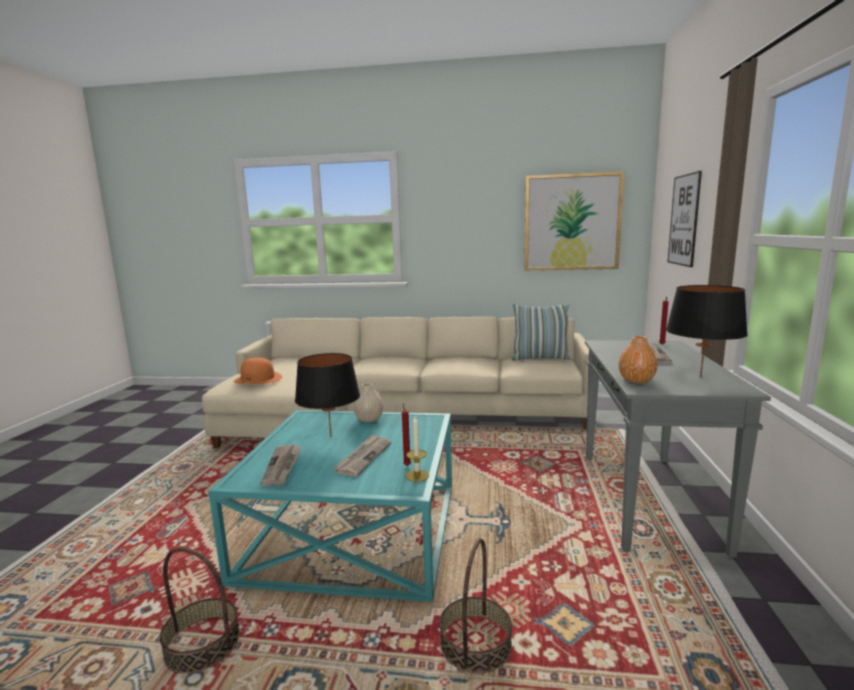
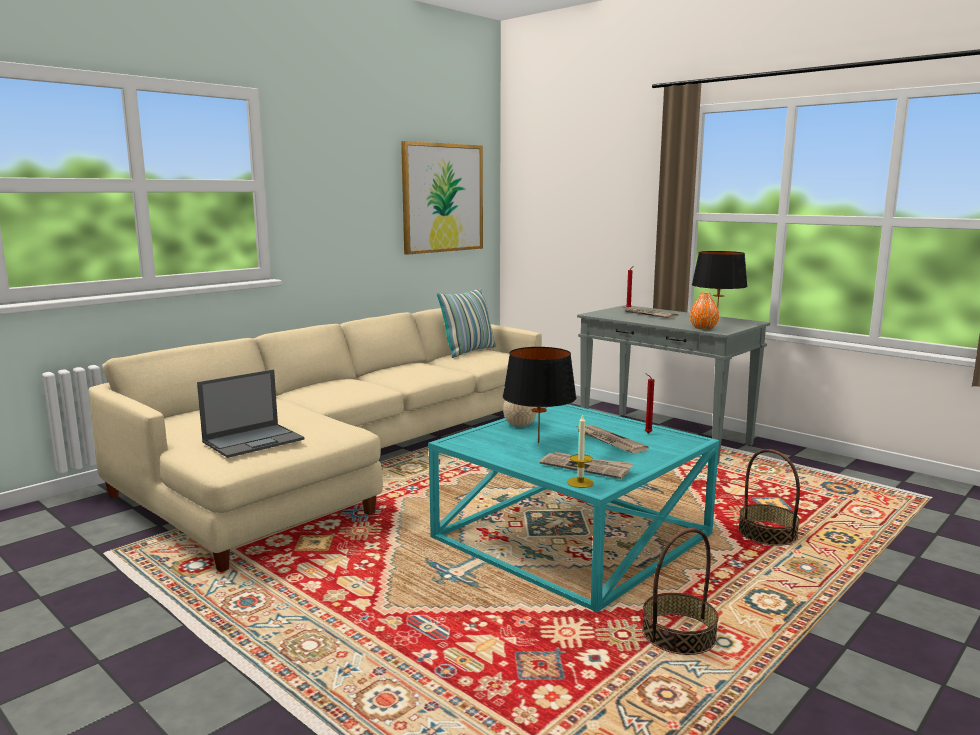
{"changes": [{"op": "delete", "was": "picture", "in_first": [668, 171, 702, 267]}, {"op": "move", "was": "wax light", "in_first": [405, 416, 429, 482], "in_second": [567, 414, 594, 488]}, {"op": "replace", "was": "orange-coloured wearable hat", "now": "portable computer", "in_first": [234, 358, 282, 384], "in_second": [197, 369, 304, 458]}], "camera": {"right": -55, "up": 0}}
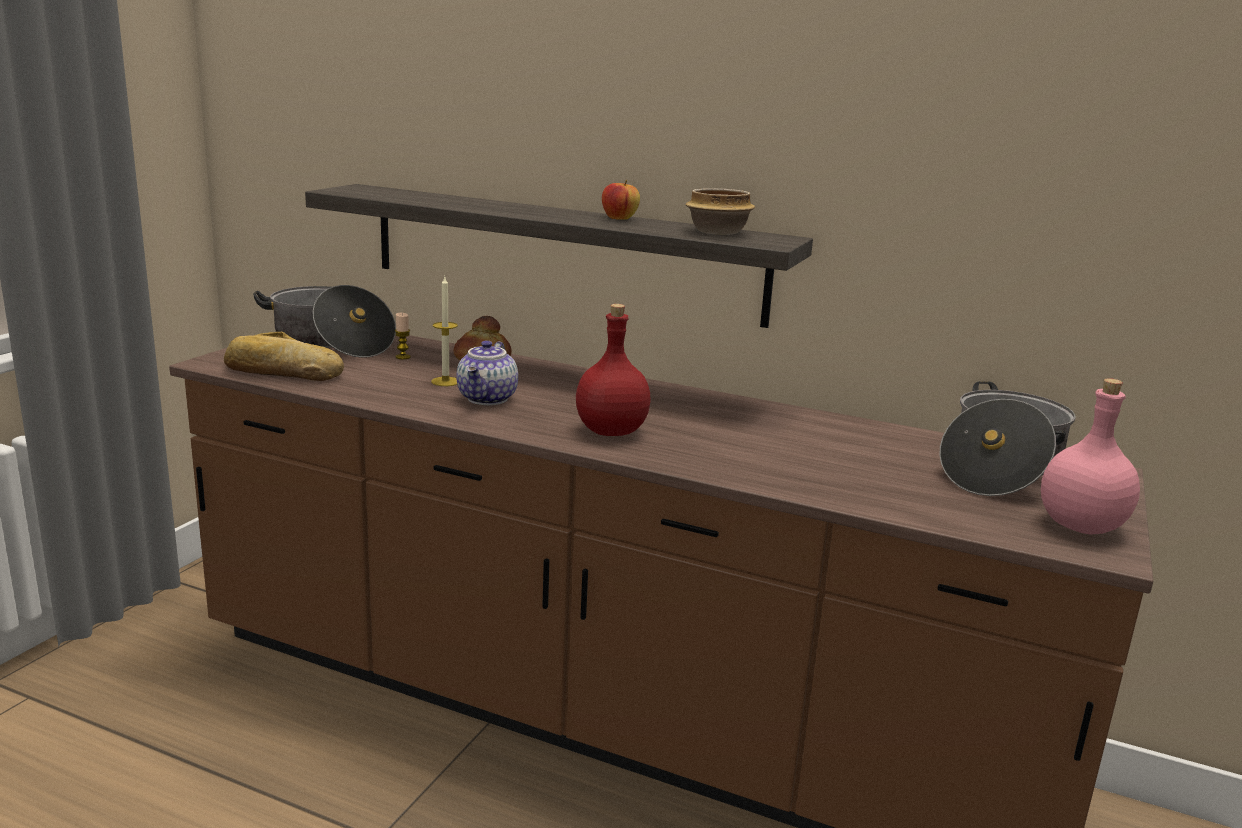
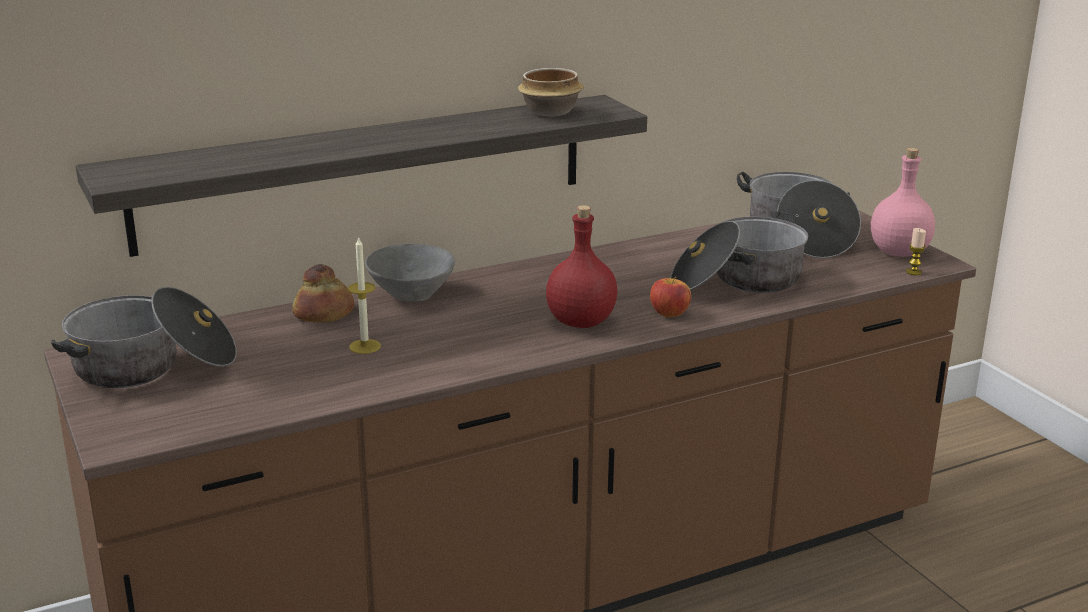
{"changes": [{"op": "delete", "was": "bread", "in_first": [224, 332, 344, 381]}, {"op": "delete", "was": "teapot", "in_first": [456, 340, 518, 405]}, {"op": "insert", "now": "gray bowl", "in_second": [365, 244, 455, 302]}, {"op": "insert", "now": "cooking pot", "in_second": [670, 211, 808, 293]}, {"op": "move", "was": "wax light", "in_first": [395, 313, 411, 359], "in_second": [906, 228, 926, 275]}, {"op": "move", "was": "apple fruit", "in_first": [602, 180, 640, 220], "in_second": [650, 276, 691, 317]}], "camera": {"right": -50, "up": 5}}
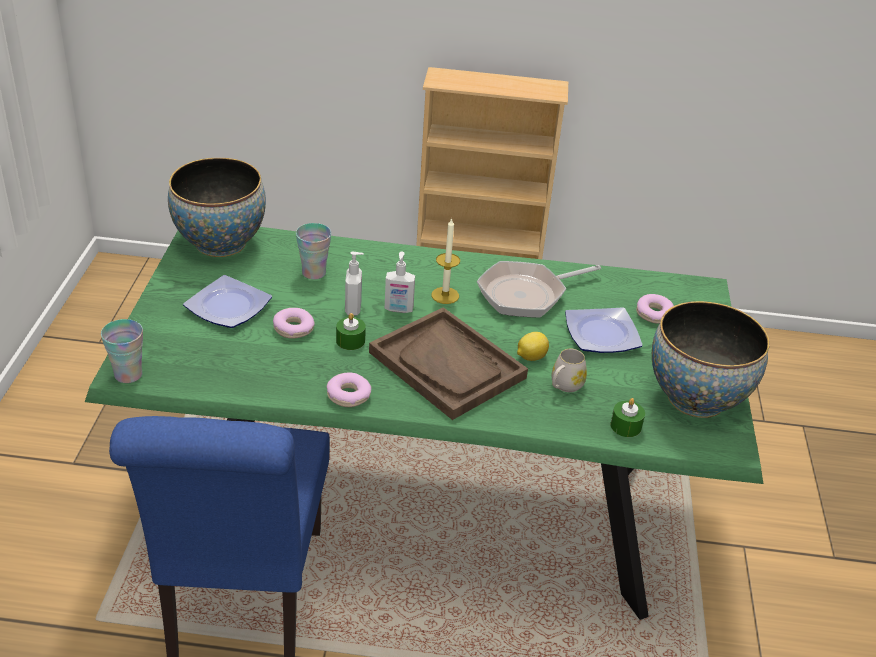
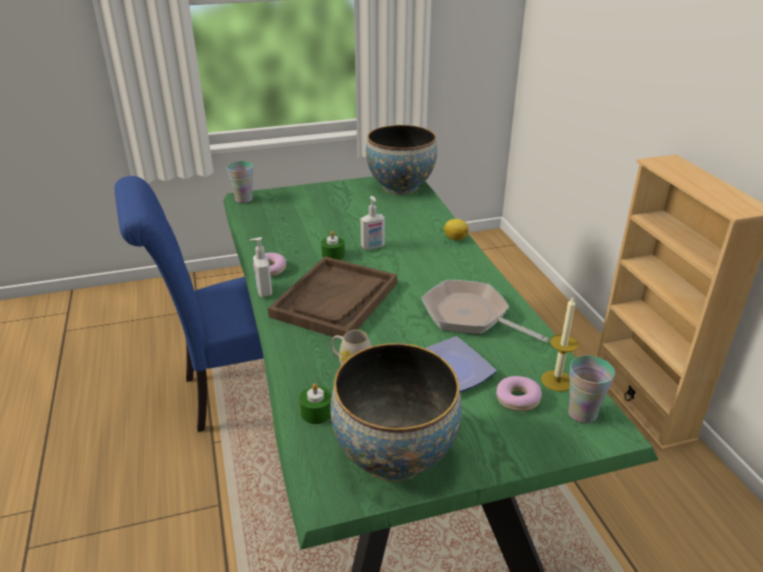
{"changes": [{"op": "delete", "was": "flat dish", "in_first": [183, 275, 272, 328]}, {"op": "delete", "was": "doughnut", "in_first": [273, 308, 315, 339]}, {"op": "move", "was": "small cup", "in_first": [296, 223, 331, 280], "in_second": [568, 355, 615, 423]}, {"op": "move", "was": "soap bottle", "in_first": [384, 251, 415, 313], "in_second": [250, 237, 272, 297]}, {"op": "move", "was": "wax light", "in_first": [431, 218, 460, 304], "in_second": [541, 297, 578, 391]}, {"op": "move", "was": "lemon", "in_first": [517, 332, 549, 361], "in_second": [444, 219, 468, 240]}], "camera": {"right": 70, "up": -5}}
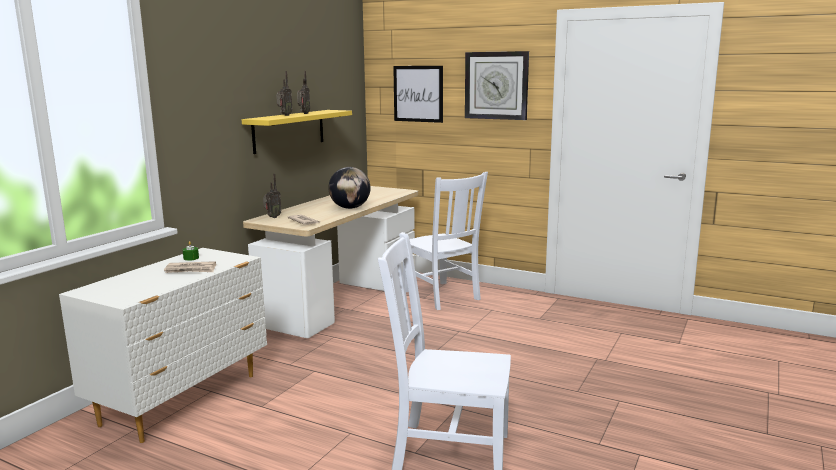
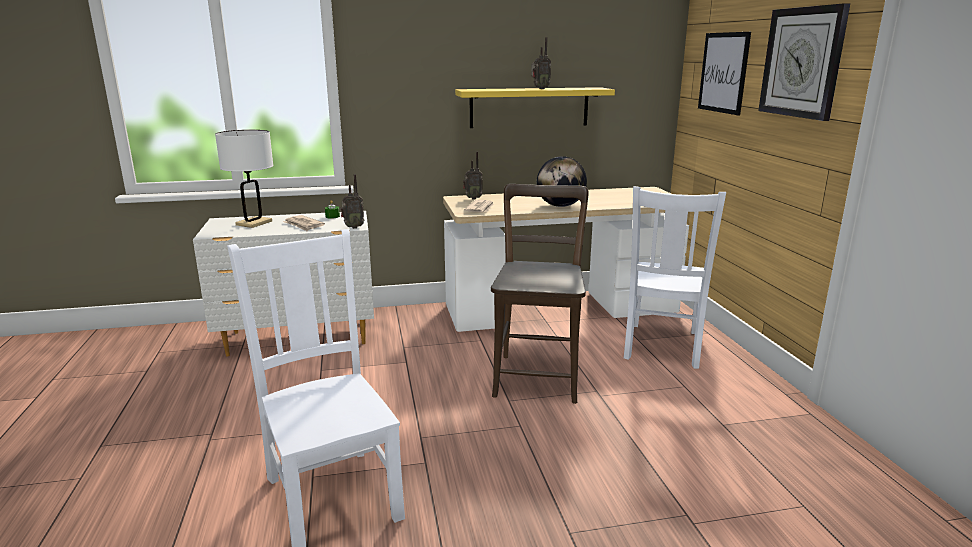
{"changes": [{"op": "insert", "now": "white-coloured lamp for a table", "in_second": [215, 130, 274, 228]}, {"op": "insert", "now": "brownish chair", "in_second": [491, 184, 589, 404]}, {"op": "move", "was": "radio", "in_first": [276, 71, 293, 116], "in_second": [341, 174, 364, 229]}], "camera": {"right": 50, "up": 5}}
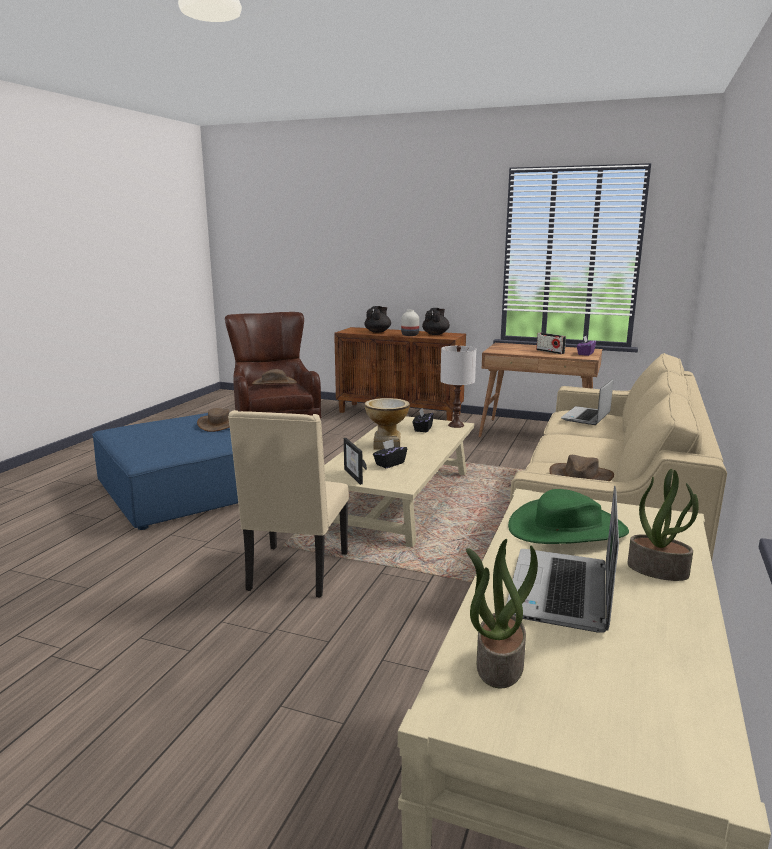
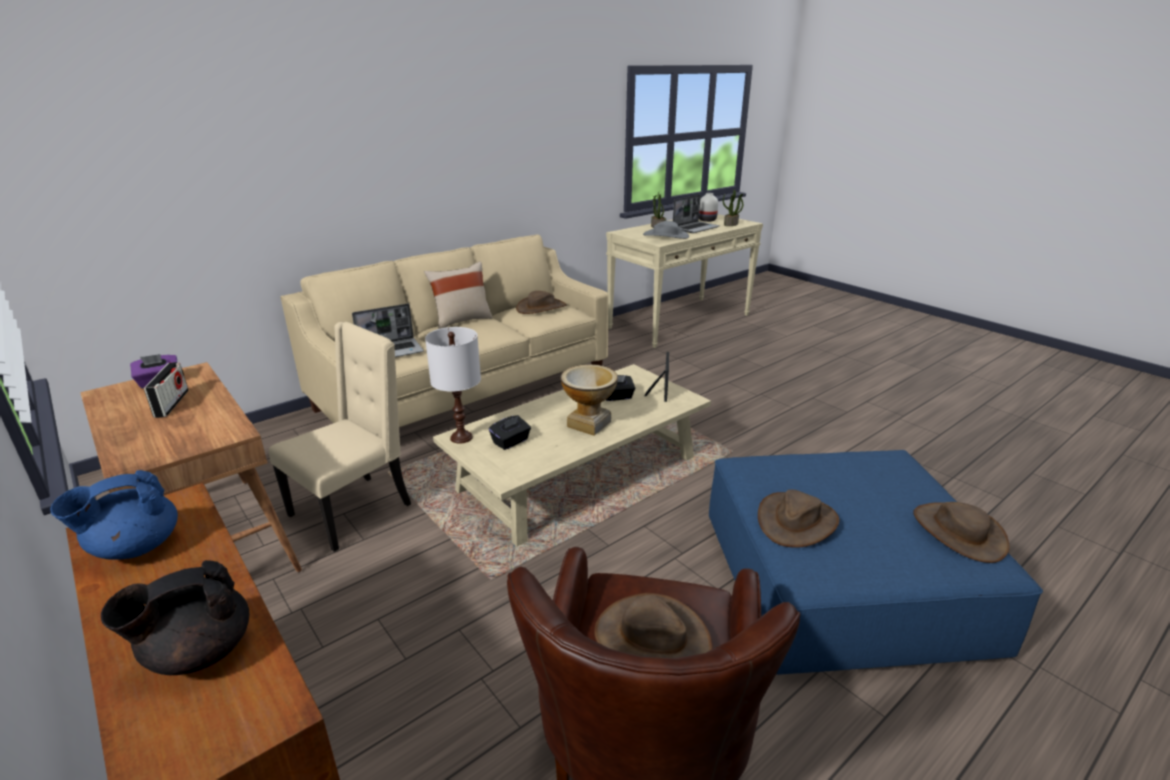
{"changes": [{"op": "insert", "now": "beige-coloured cushion", "in_second": [424, 261, 493, 329]}, {"op": "insert", "now": "brownish wearable hat", "in_second": [913, 502, 1010, 563]}, {"op": "move", "was": "beige-coloured chair", "in_first": [228, 410, 349, 598], "in_second": [269, 322, 411, 552]}, {"op": "move", "was": "white-coloured vase", "in_first": [401, 310, 419, 336], "in_second": [699, 193, 718, 222]}, {"op": "recolor", "was": "blackish teapot", "now": "blue teapot", "in_first": [422, 308, 450, 335], "in_second": [50, 470, 178, 560]}, {"op": "recolor", "was": "green-coloured wearable hat", "now": "gray wearable hat", "in_first": [508, 489, 629, 544], "in_second": [643, 221, 689, 239]}], "camera": {"right": -150, "up": 10}}
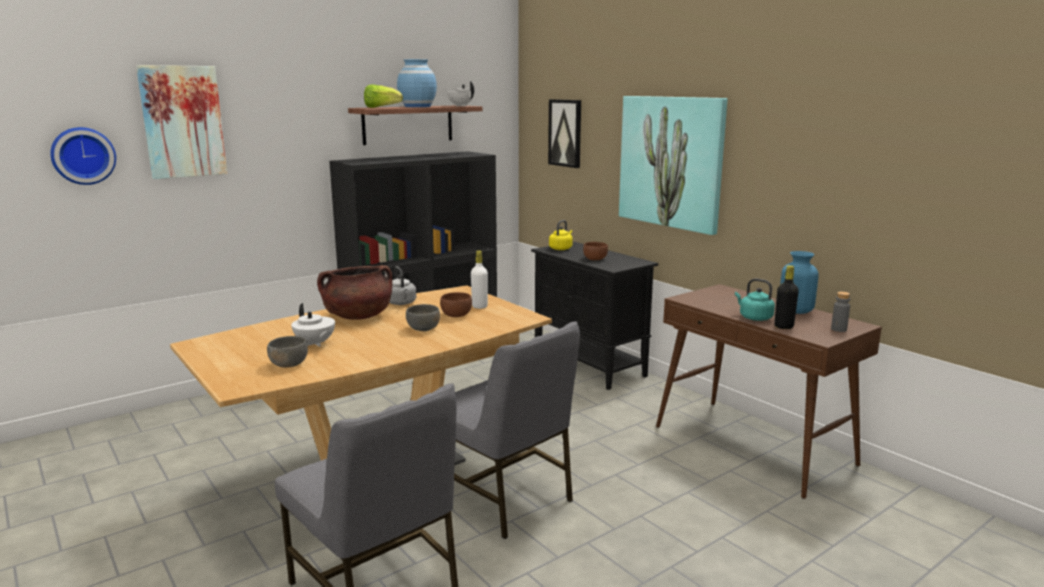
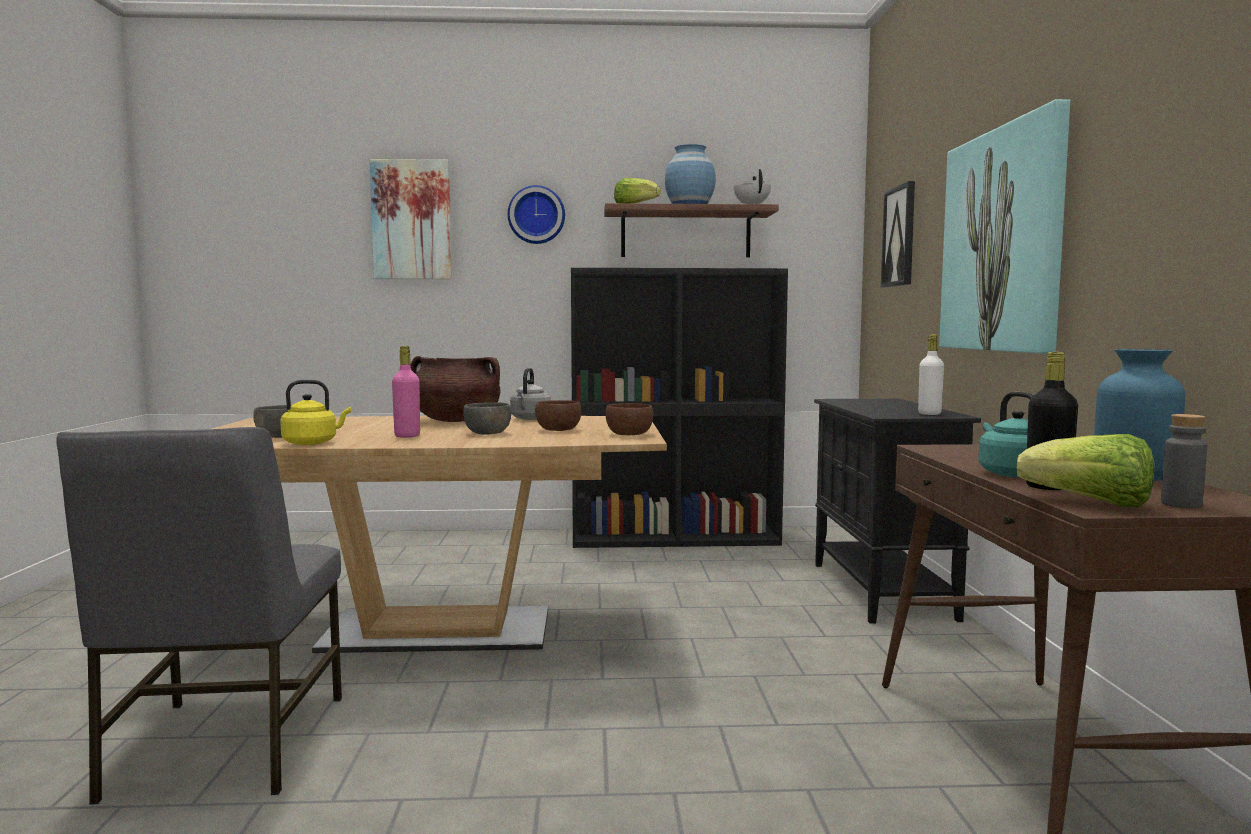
{"changes": [{"op": "delete", "was": "white-coloured teapot", "in_first": [291, 303, 335, 347]}, {"op": "delete", "was": "gray chair", "in_first": [454, 321, 580, 539]}, {"op": "insert", "now": "pink-coloured drink bottle", "in_second": [392, 346, 420, 438]}, {"op": "insert", "now": "lettuce head", "in_second": [1016, 434, 1154, 507]}, {"op": "move", "was": "clock on the wall", "in_first": [50, 127, 116, 185], "in_second": [508, 185, 565, 244]}, {"op": "move", "was": "white-coloured drink bottle", "in_first": [471, 250, 488, 309], "in_second": [918, 334, 944, 415]}, {"op": "move", "was": "yellow-coloured water kettle", "in_first": [549, 220, 572, 250], "in_second": [280, 380, 351, 445]}, {"op": "move", "was": "brownish bowl", "in_first": [583, 242, 608, 260], "in_second": [606, 403, 653, 435]}], "camera": {"right": 35, "up": -10}}
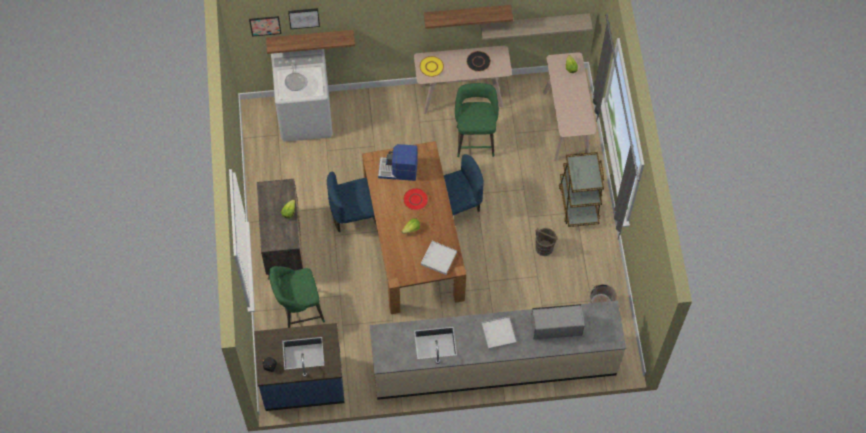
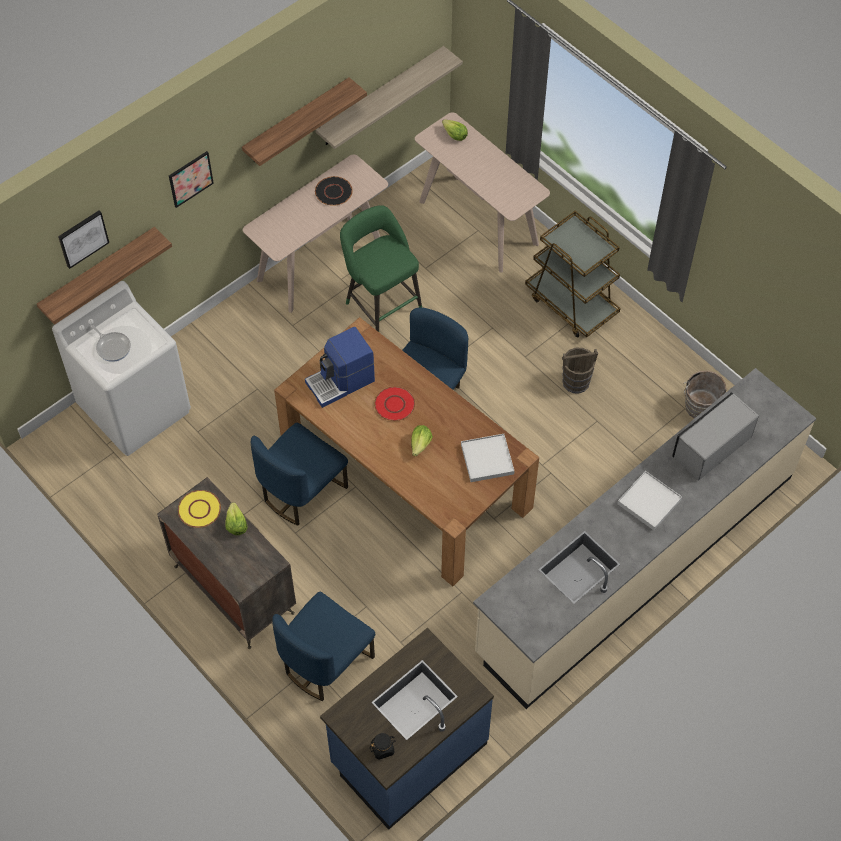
{"changes": [{"op": "move", "was": "picture", "in_first": [249, 16, 281, 37], "in_second": [169, 151, 214, 208]}, {"op": "move", "was": "yellow-coloured flat dish", "in_first": [420, 56, 444, 77], "in_second": [178, 490, 221, 528]}, {"op": "replace", "was": "green-coloured stool", "now": "blue chair", "in_first": [269, 266, 325, 328], "in_second": [272, 592, 375, 701]}], "camera": {"right": -35, "up": -5}}
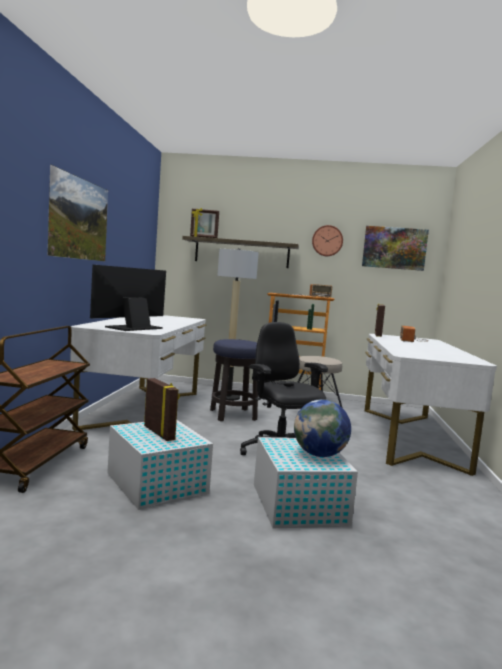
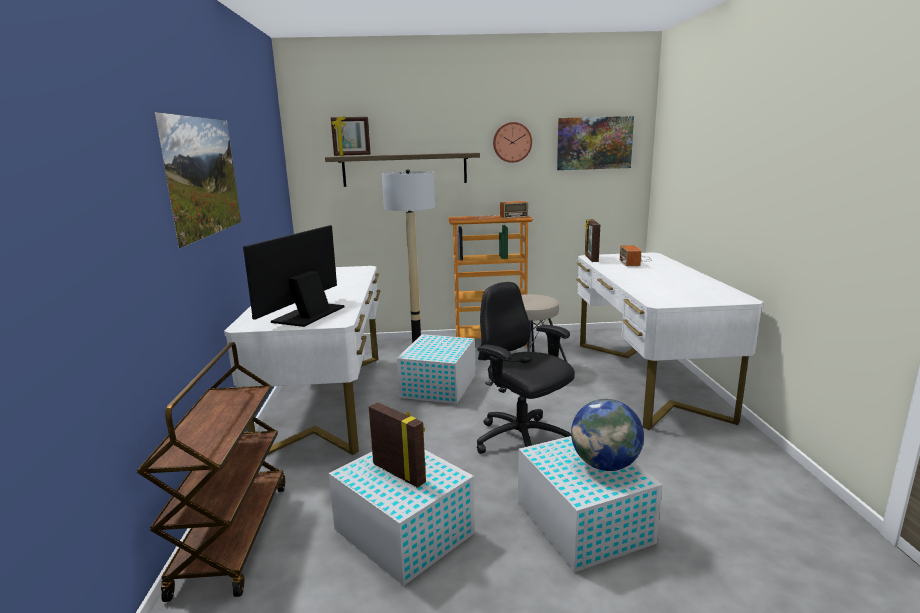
{"changes": [{"op": "replace", "was": "stool", "now": "white-coloured storage container", "in_first": [210, 339, 258, 421], "in_second": [397, 334, 476, 404]}], "camera": {"right": -10, "up": 10}}
